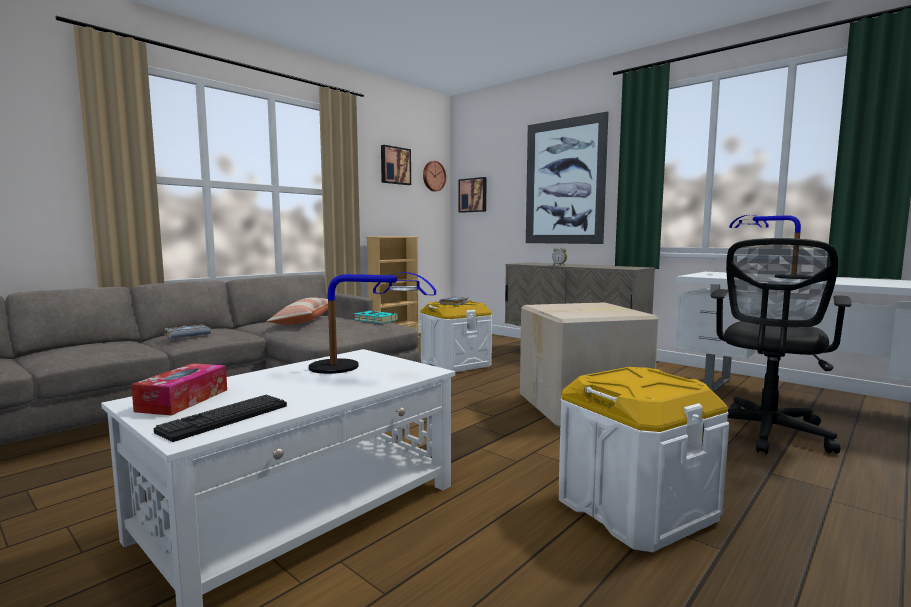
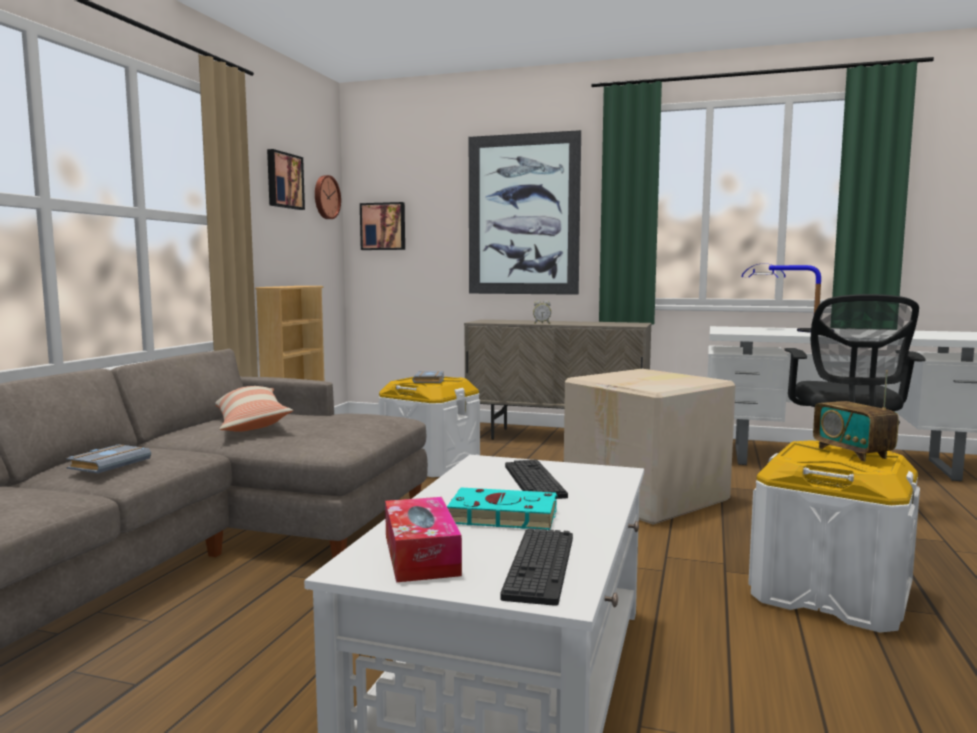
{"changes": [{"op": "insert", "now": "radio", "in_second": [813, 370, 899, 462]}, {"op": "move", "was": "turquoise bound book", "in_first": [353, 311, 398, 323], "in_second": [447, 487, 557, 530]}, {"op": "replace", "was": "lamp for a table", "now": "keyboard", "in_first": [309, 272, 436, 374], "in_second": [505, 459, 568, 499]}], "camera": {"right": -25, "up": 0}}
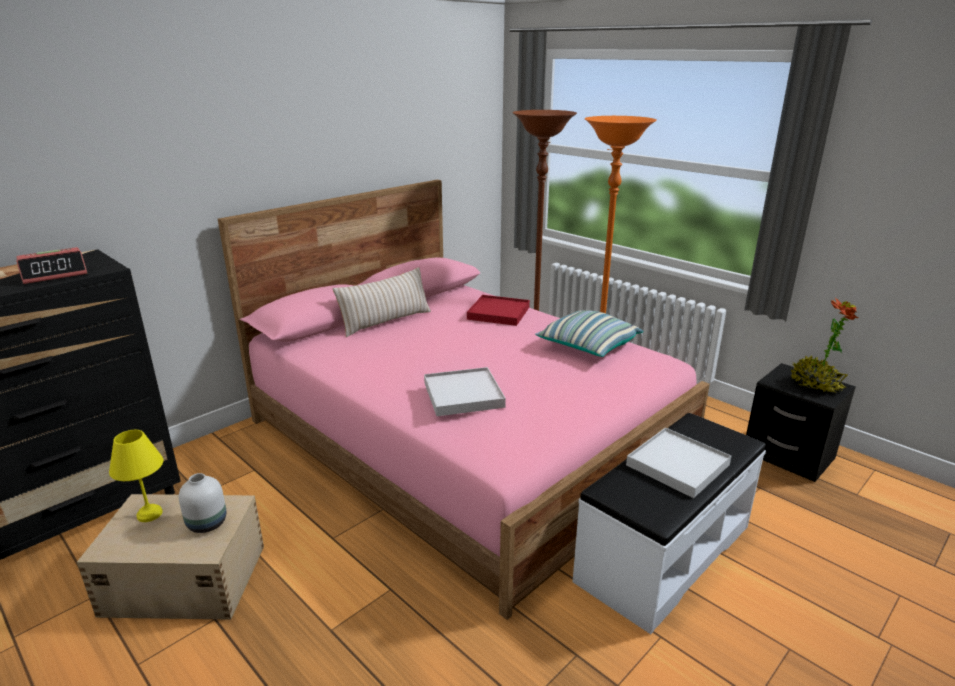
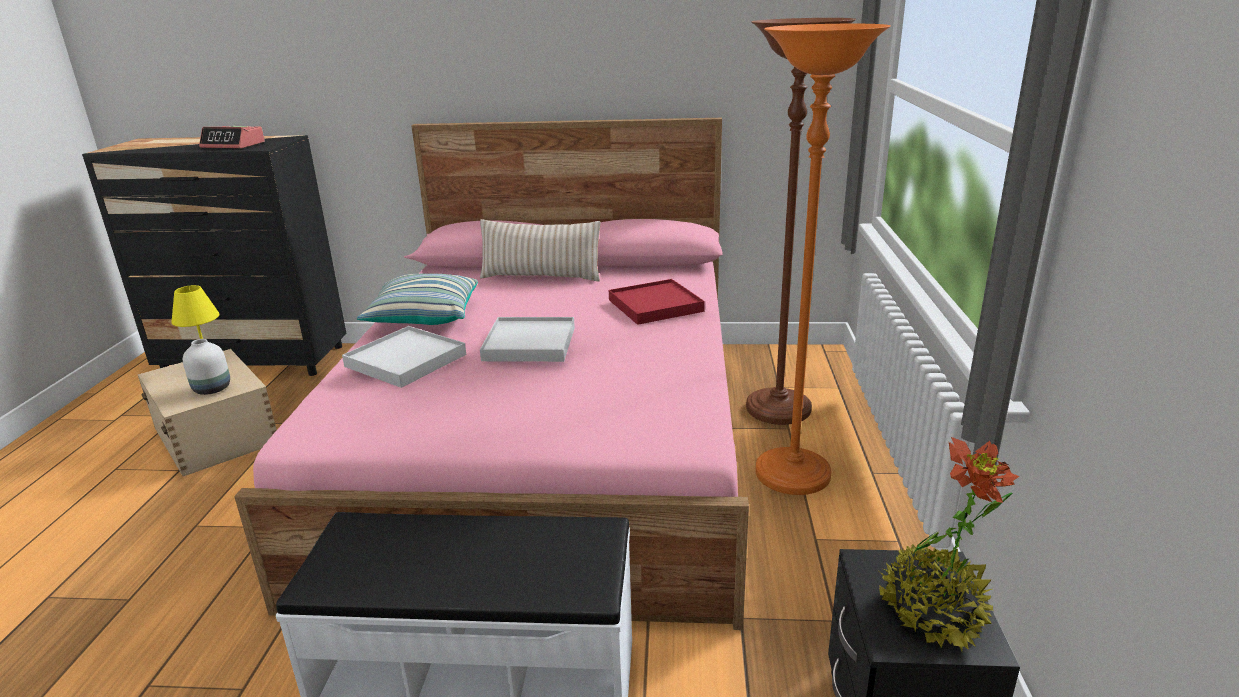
{"changes": [{"op": "move", "was": "cushion", "in_first": [535, 310, 644, 357], "in_second": [357, 274, 478, 325]}, {"op": "move", "was": "white-coloured tray", "in_first": [626, 428, 731, 498], "in_second": [480, 317, 575, 362]}], "camera": {"right": 50, "up": 0}}
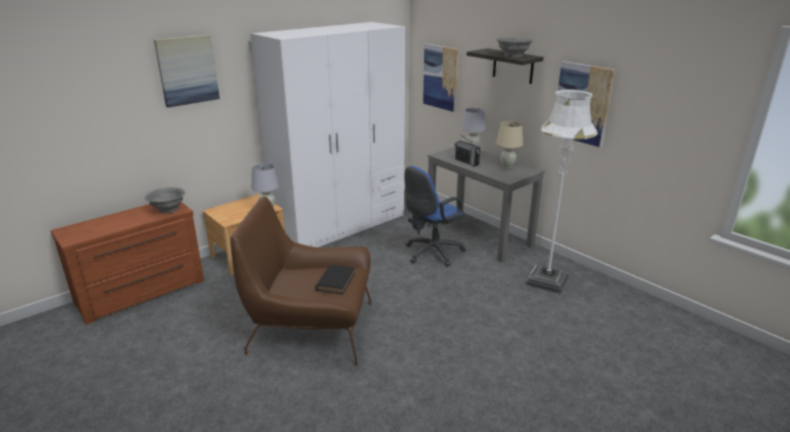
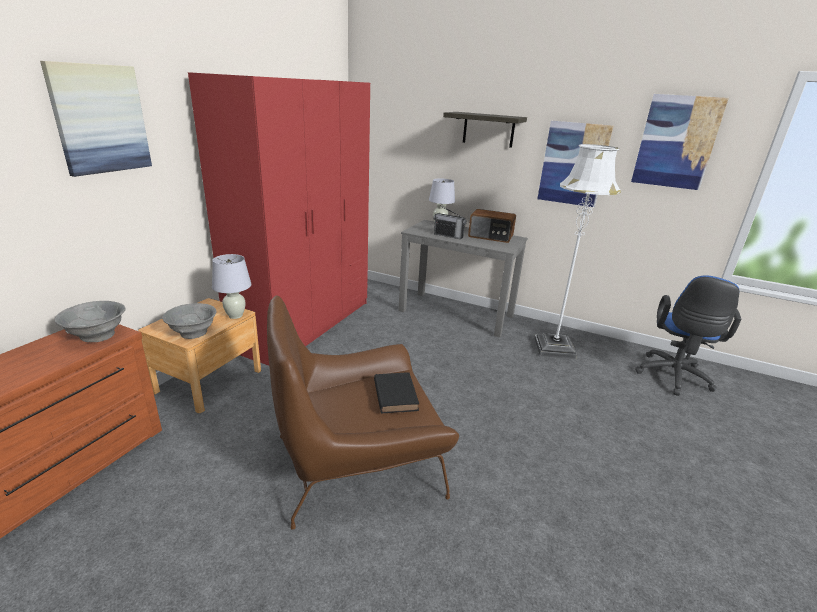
{"changes": [{"op": "move", "was": "blue computer chair", "in_first": [404, 166, 466, 267], "in_second": [635, 275, 741, 396]}, {"op": "move", "was": "picture", "in_first": [423, 44, 459, 112], "in_second": [631, 94, 729, 190]}, {"op": "move", "was": "gray bowl", "in_first": [496, 37, 533, 57], "in_second": [162, 303, 216, 339]}, {"op": "replace", "was": "beige-coloured lamp for a table", "now": "radio", "in_first": [496, 121, 523, 168], "in_second": [468, 209, 516, 243]}, {"op": "recolor", "was": "white-coloured wardrobe", "now": "red wardrobe", "in_first": [250, 22, 405, 247], "in_second": [188, 72, 370, 366]}], "camera": {"right": -25, "up": 0}}
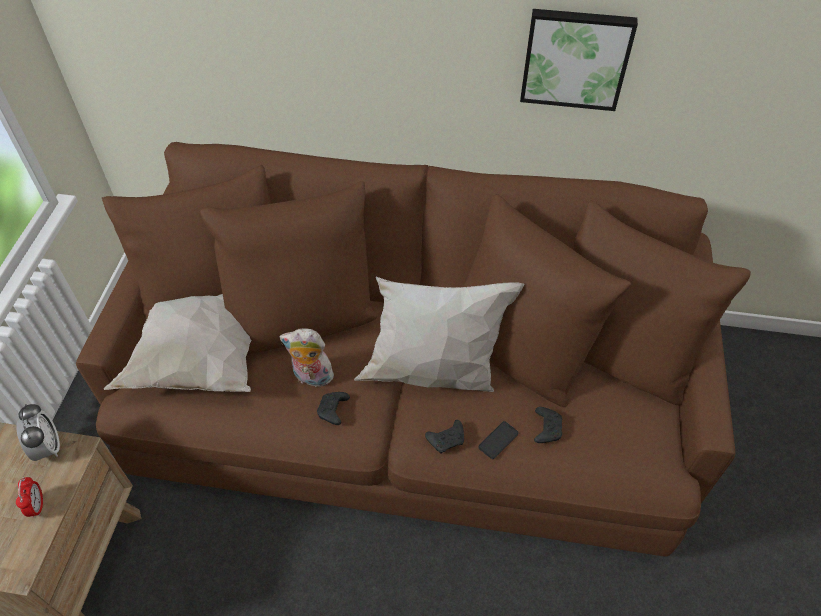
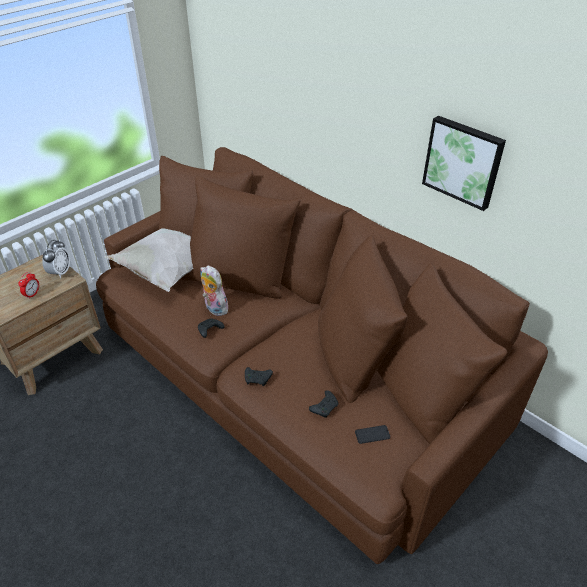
{"changes": [{"op": "delete", "was": "white-coloured cushion", "in_first": [354, 277, 524, 392]}, {"op": "move", "was": "telephone", "in_first": [478, 421, 518, 459], "in_second": [355, 425, 390, 444]}], "camera": {"right": 35, "up": -10}}
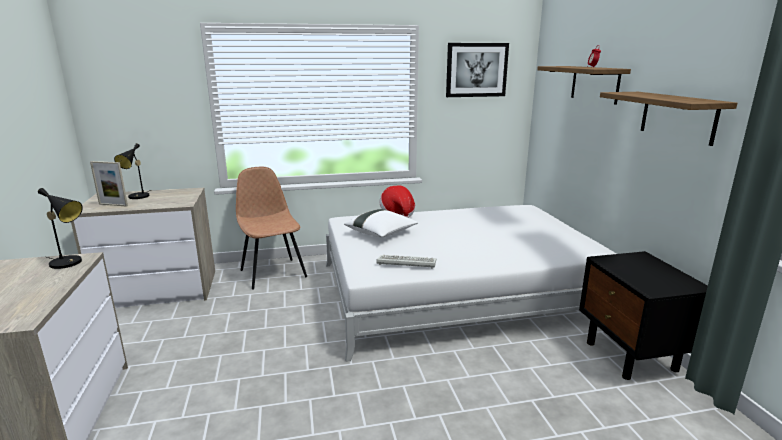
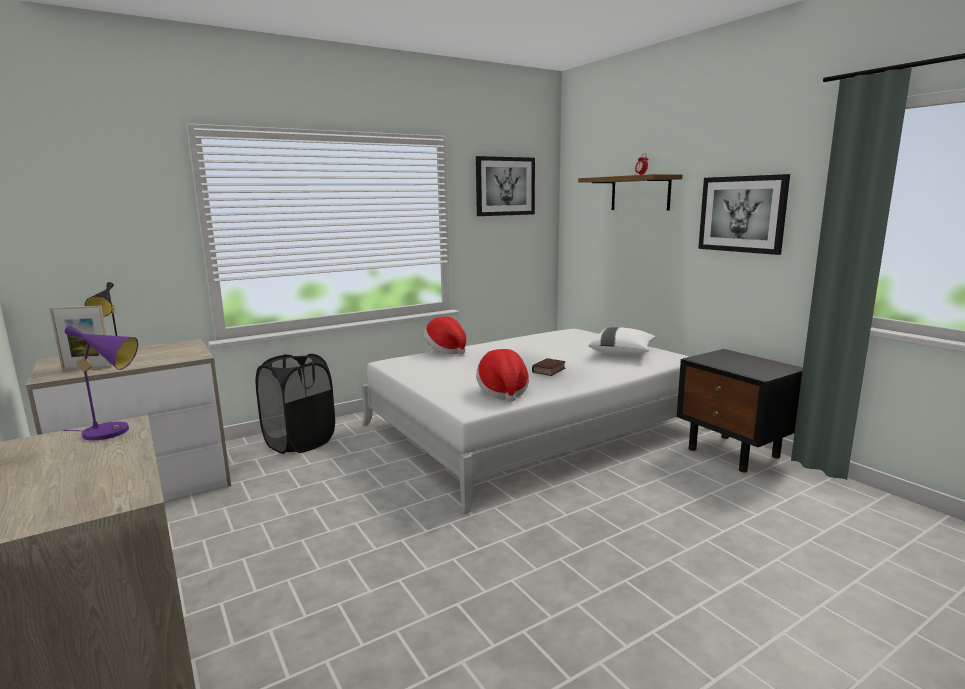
{"changes": [{"op": "insert", "now": "bound book", "in_second": [532, 358, 566, 376]}, {"op": "move", "was": "white-coloured cushion", "in_first": [344, 209, 418, 238], "in_second": [588, 327, 656, 355]}, {"op": "replace", "was": "brownish chair", "now": "blackish washing basket", "in_first": [236, 166, 307, 289], "in_second": [256, 354, 335, 454]}, {"op": "replace", "was": "keyboard", "now": "wearable hat", "in_first": [376, 255, 436, 268], "in_second": [476, 349, 529, 402]}, {"op": "replace", "was": "shelf", "now": "picture", "in_first": [600, 92, 737, 146], "in_second": [698, 174, 790, 255]}, {"op": "recolor", "was": "blackish lamp for a table", "now": "purplish lamp for a table", "in_first": [38, 188, 83, 269], "in_second": [63, 325, 138, 440]}], "camera": {"right": -20, "up": -5}}
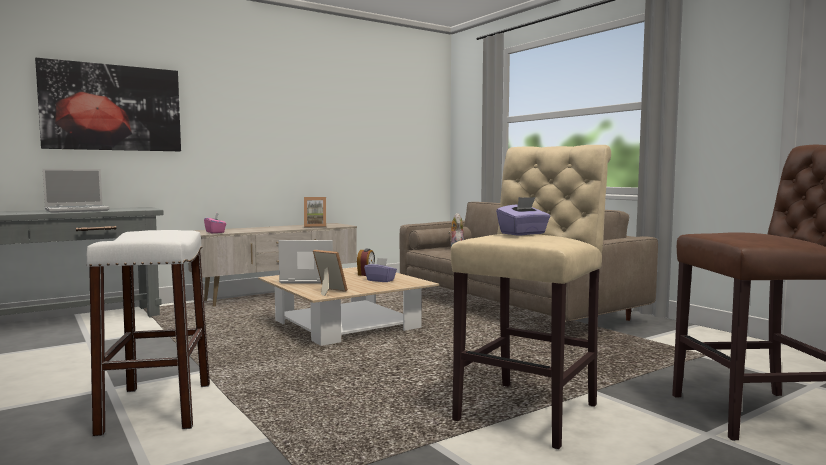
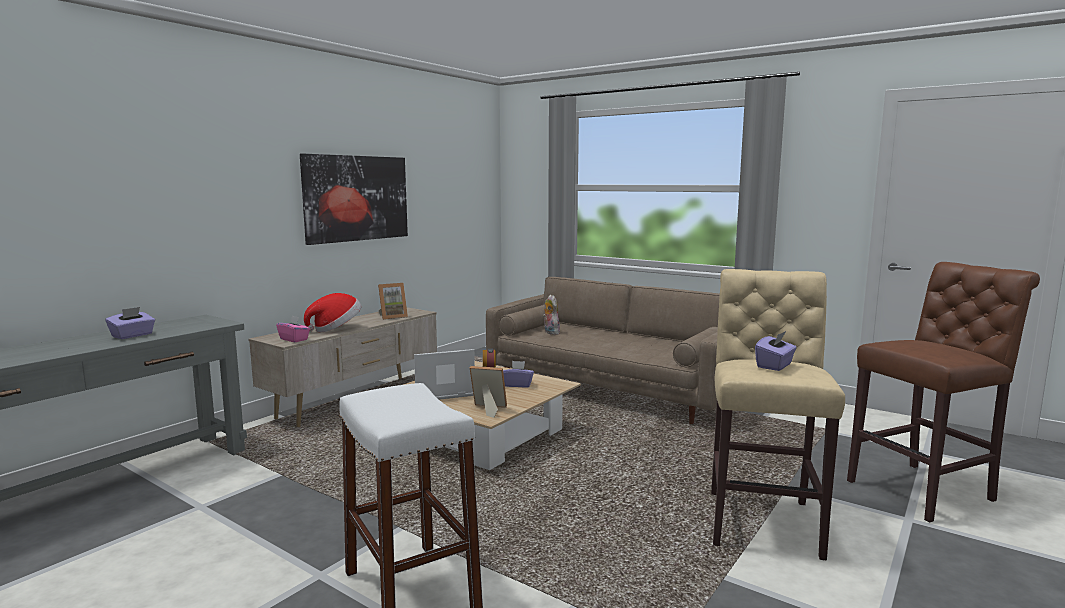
{"changes": [{"op": "insert", "now": "wearable hat", "in_second": [304, 293, 361, 332]}, {"op": "move", "was": "picture", "in_first": [35, 58, 181, 151], "in_second": [300, 154, 408, 245]}, {"op": "replace", "was": "portable computer", "now": "purplish tissue box", "in_first": [42, 169, 110, 213], "in_second": [106, 307, 155, 339]}], "camera": {"right": -20, "up": 5}}
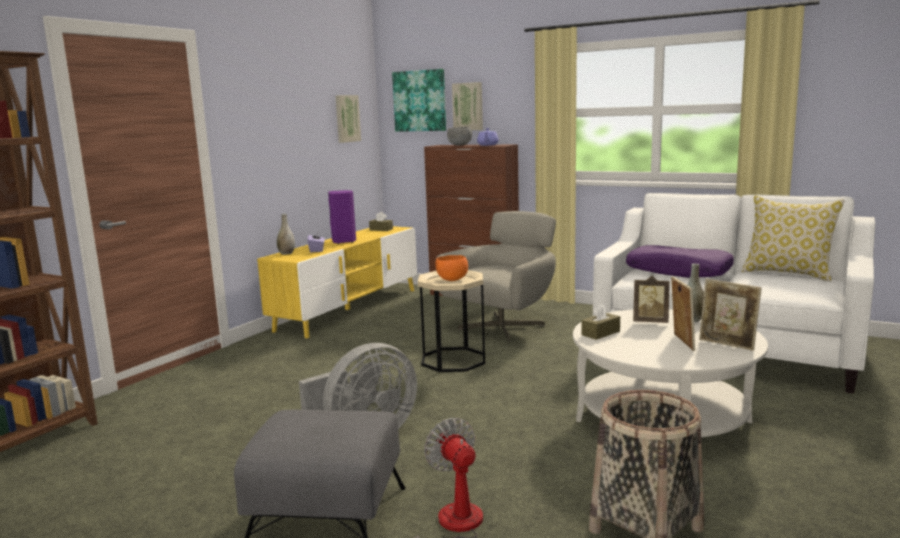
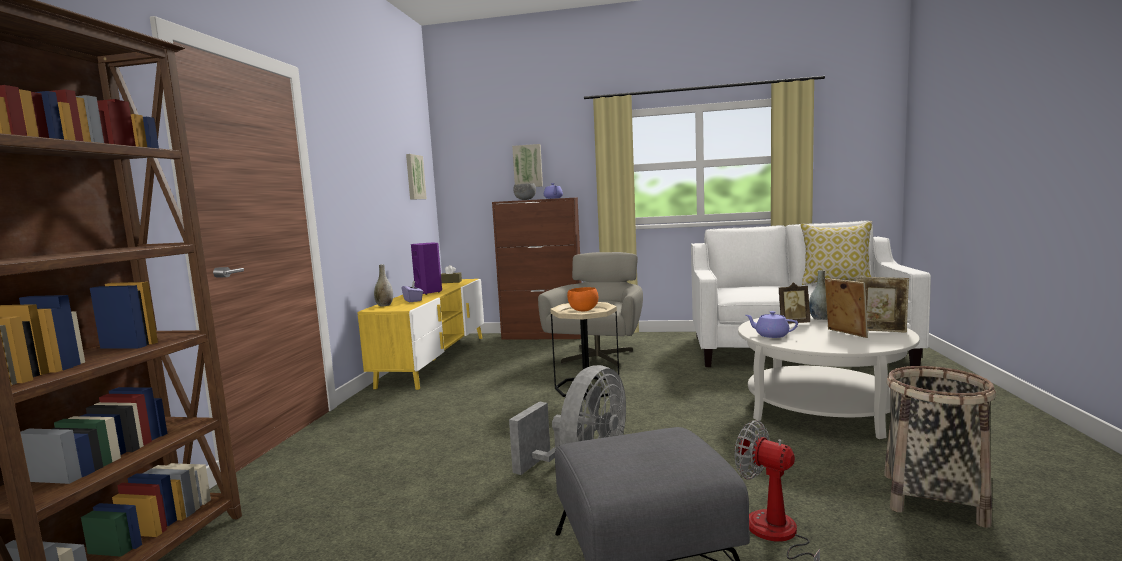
{"changes": [{"op": "delete", "was": "picture", "in_first": [392, 69, 446, 132]}, {"op": "delete", "was": "purplish cushion", "in_first": [626, 245, 734, 278]}, {"op": "replace", "was": "brownish tissue box", "now": "purplish teapot", "in_first": [581, 303, 620, 340], "in_second": [746, 311, 798, 338]}], "camera": {"right": -20, "up": -5}}
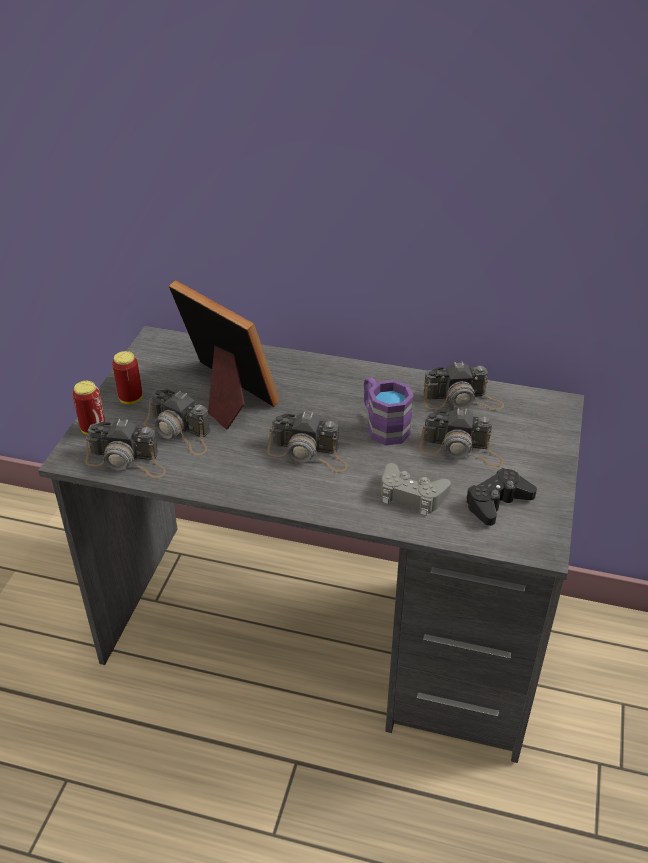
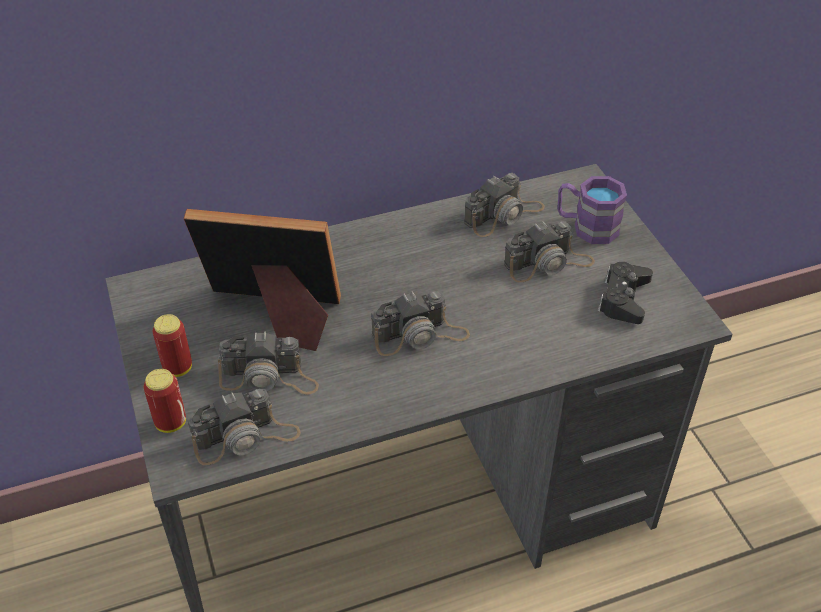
{"changes": [{"op": "delete", "was": "gray gamepad", "in_first": [381, 463, 451, 516]}, {"op": "move", "was": "purplish mug", "in_first": [364, 377, 414, 445], "in_second": [557, 176, 627, 244]}], "camera": {"right": -35, "up": 5}}
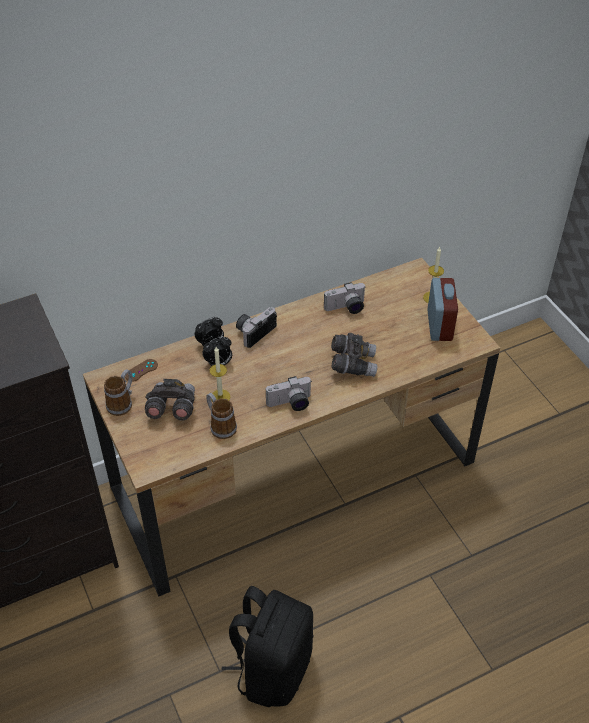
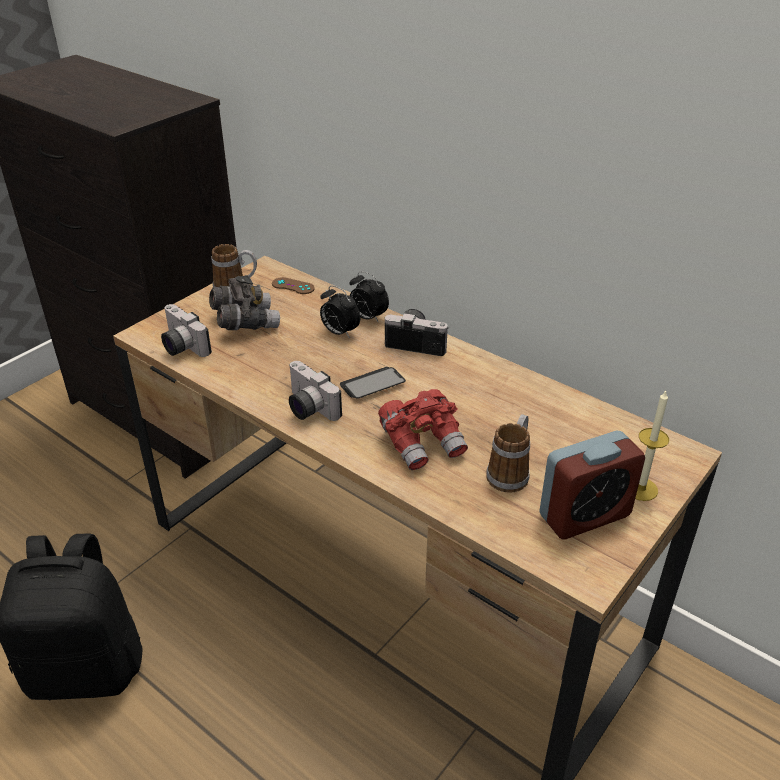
{"changes": [{"op": "delete", "was": "wax light", "in_first": [210, 347, 230, 402]}, {"op": "insert", "now": "telephone", "in_second": [340, 367, 406, 399]}, {"op": "move", "was": "mug", "in_first": [206, 393, 237, 439], "in_second": [486, 414, 530, 492]}, {"op": "move", "was": "still camera", "in_first": [324, 282, 366, 314], "in_second": [161, 304, 212, 357]}, {"op": "recolor", "was": "gray pair of binoculars", "now": "red pair of binoculars", "in_first": [331, 333, 377, 377], "in_second": [378, 389, 468, 470]}], "camera": {"right": 65, "up": -10}}
